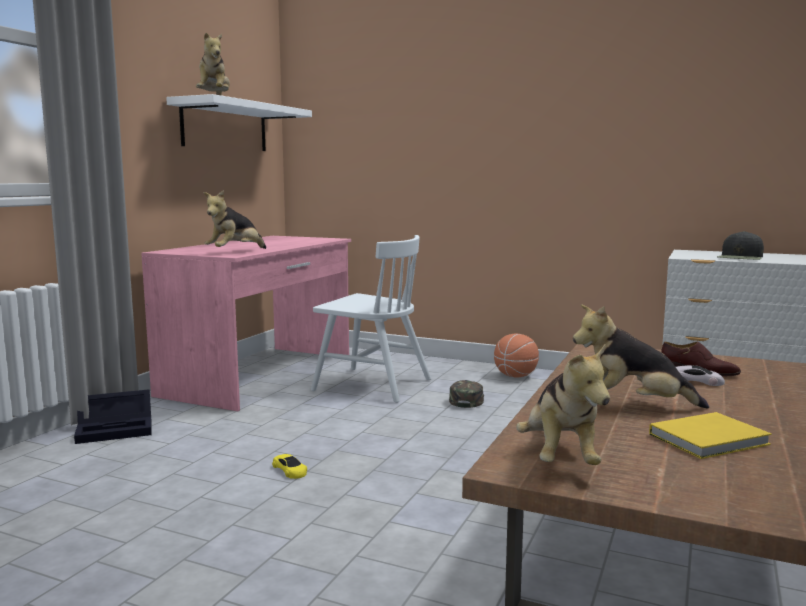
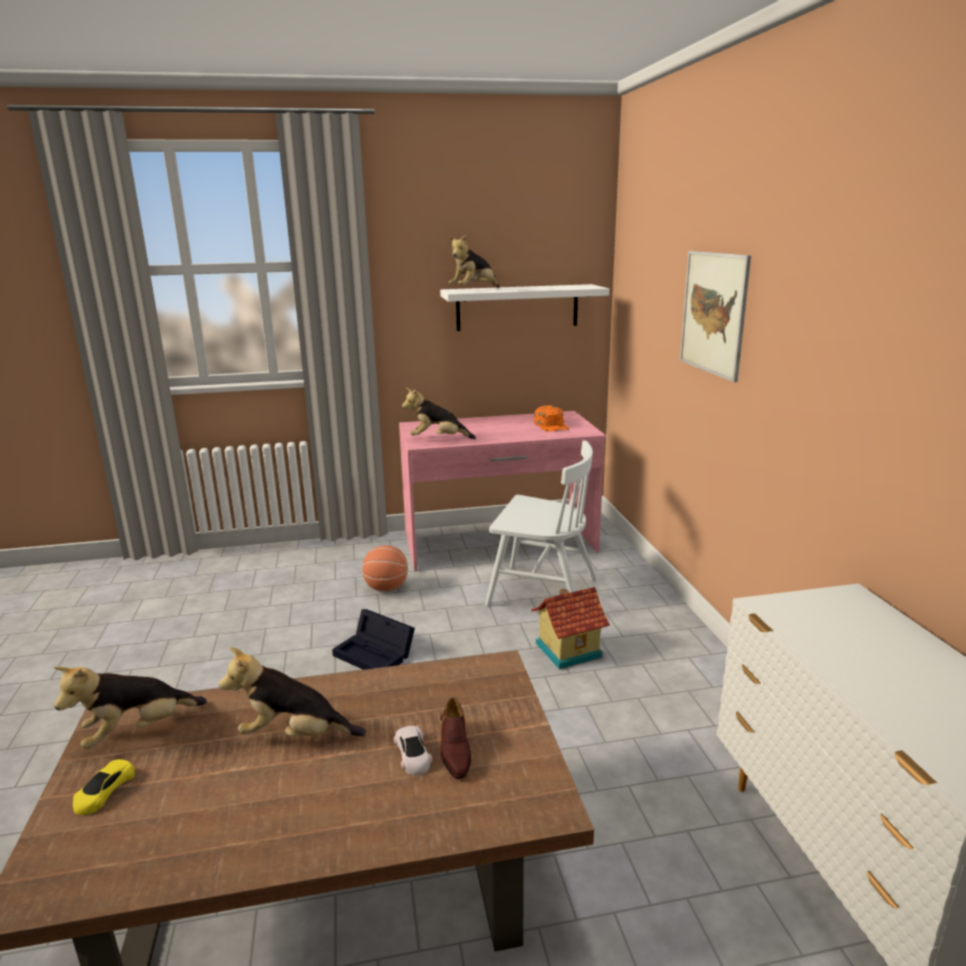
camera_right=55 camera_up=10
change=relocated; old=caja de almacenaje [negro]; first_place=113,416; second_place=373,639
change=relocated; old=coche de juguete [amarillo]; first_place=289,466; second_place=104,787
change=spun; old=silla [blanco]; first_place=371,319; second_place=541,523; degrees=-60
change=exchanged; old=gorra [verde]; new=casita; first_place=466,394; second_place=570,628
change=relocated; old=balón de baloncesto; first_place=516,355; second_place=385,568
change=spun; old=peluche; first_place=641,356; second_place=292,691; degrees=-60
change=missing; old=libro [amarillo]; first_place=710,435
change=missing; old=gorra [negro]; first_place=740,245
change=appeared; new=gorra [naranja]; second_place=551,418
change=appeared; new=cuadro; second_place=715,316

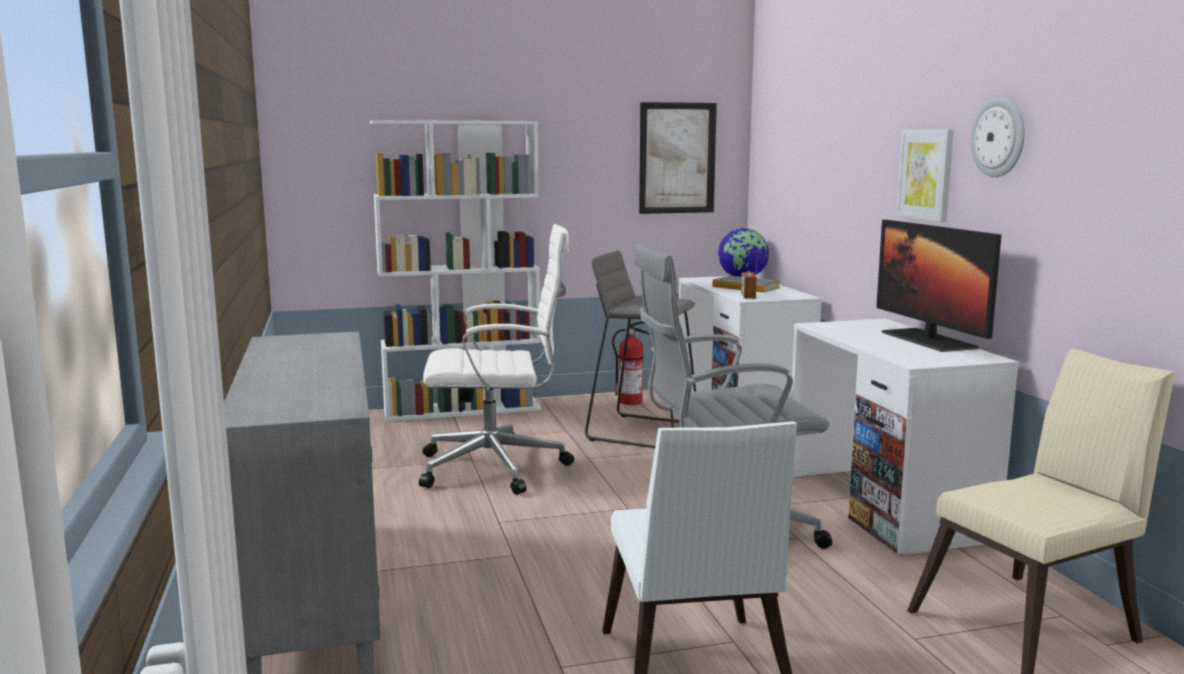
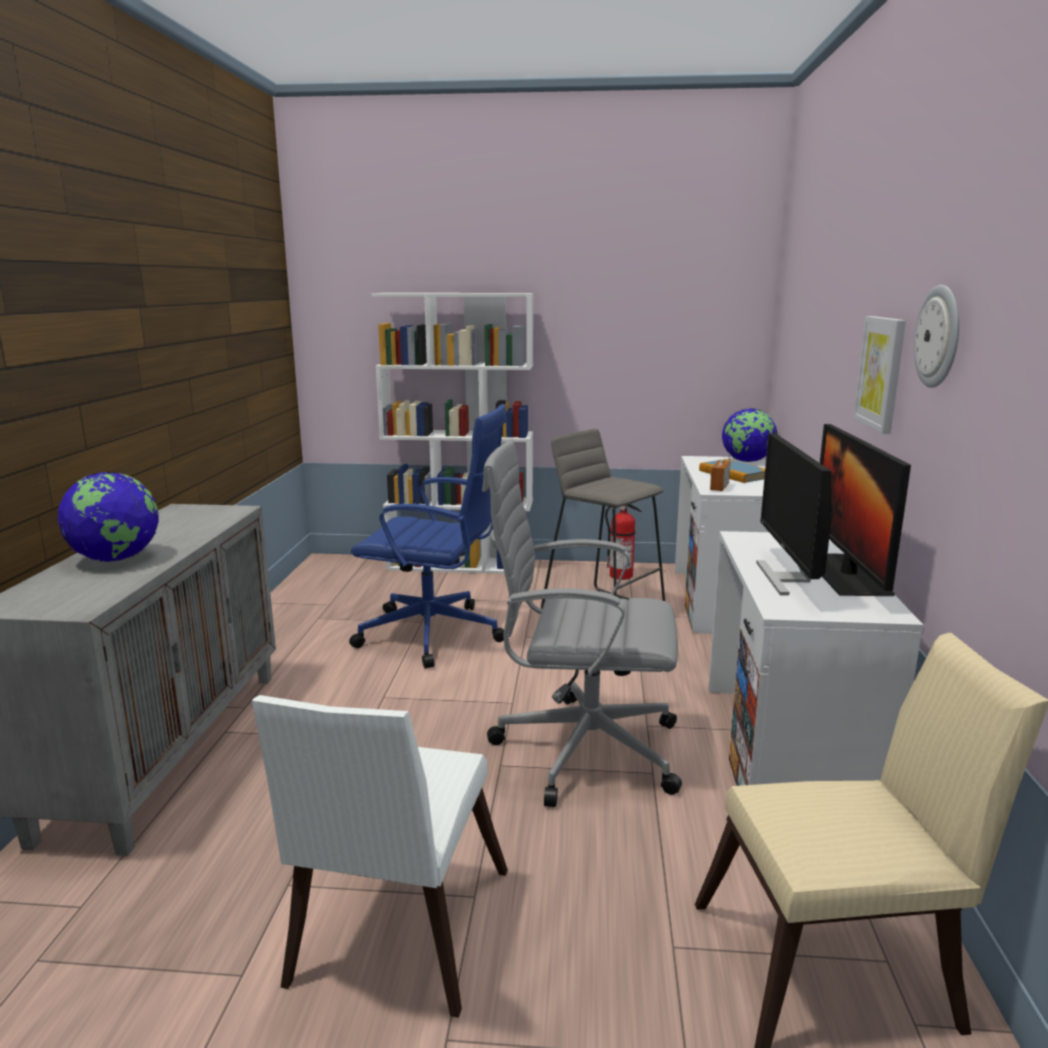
camera_right=20 camera_up=5
change=colour; old=silla de oficina [blanco]; new=silla de oficina [azul]; first_place=496,359; second_place=428,536
change=missing; old=cuadro; first_place=678,158
change=appeared; new=globo terráqueo; second_place=108,517
change=appeared; new=monitor; second_place=793,514

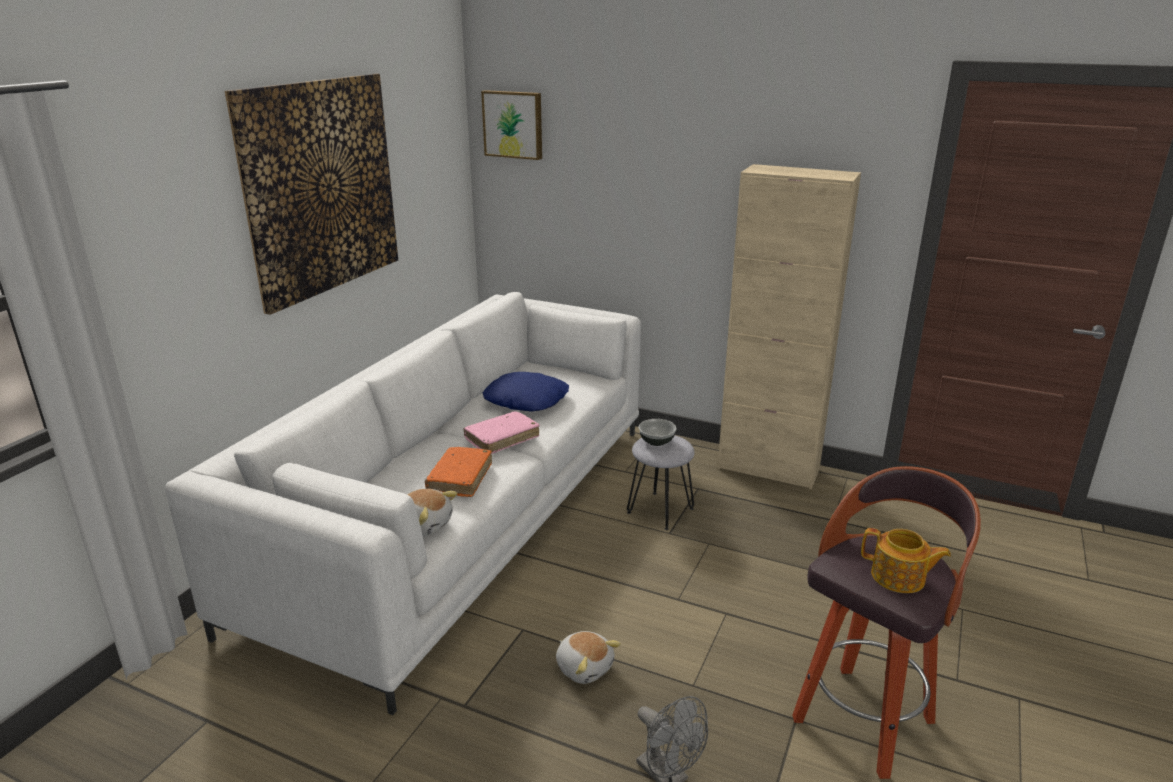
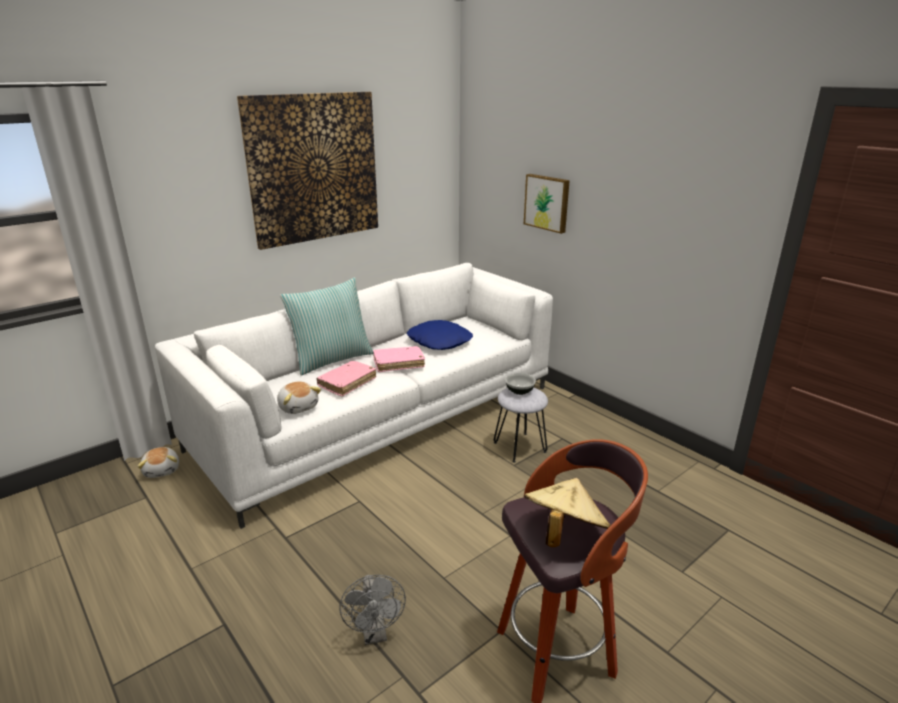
camera_right=25 camera_up=0
change=colour; old=libro [naranja]; new=libro [rosa]; first_place=458,472; second_place=346,378
change=relocated; old=cuadro; first_place=511,125; second_place=547,204
change=relocated; old=peluche; first_place=588,657; second_place=158,462
change=missing; old=armario [beis]; first_place=789,326
change=exchanged; old=tetera; new=sombrero [beis]; first_place=906,560; second_place=567,512
change=appeared; new=cojín; second_place=326,326

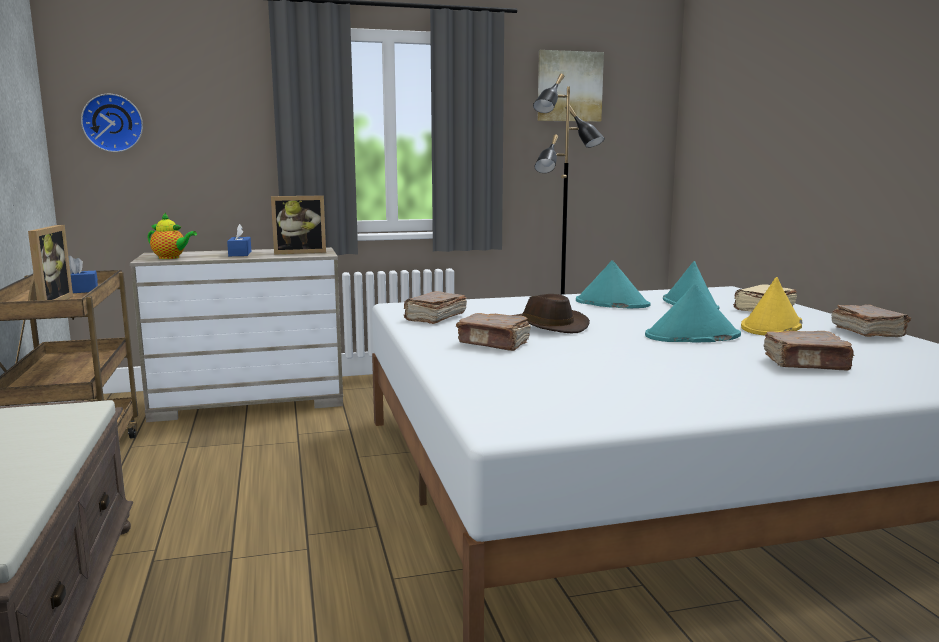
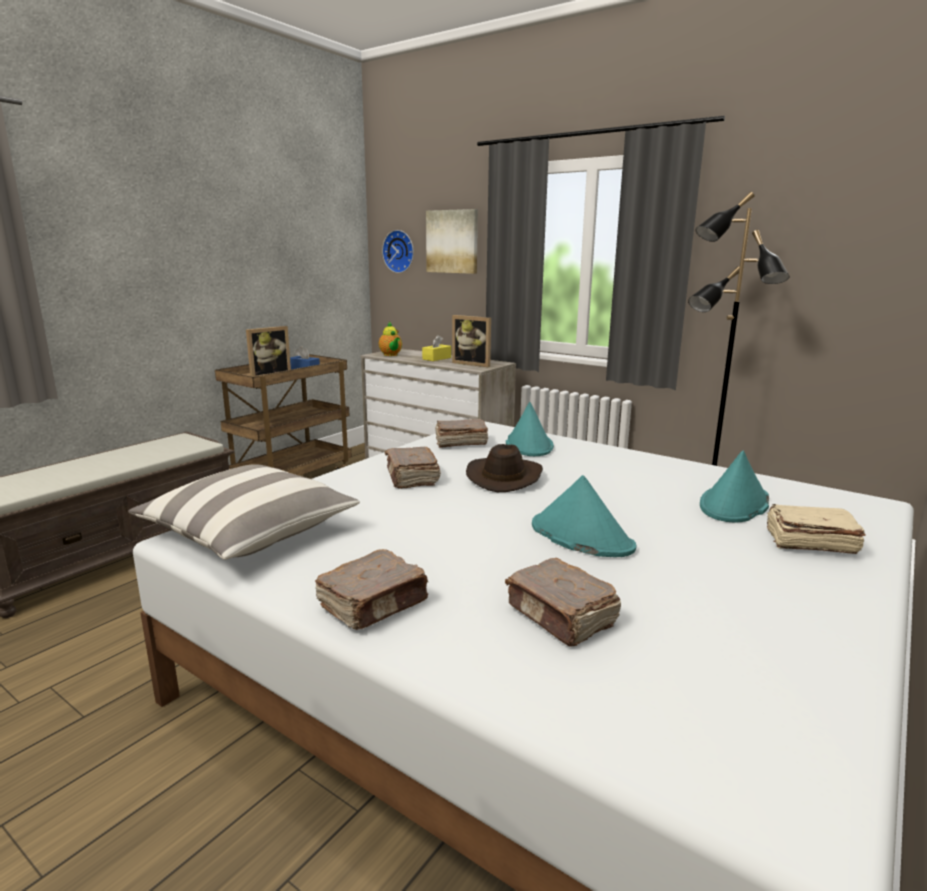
camera_right=50 camera_up=5
change=colour; old=caja de pañuelos [azul]; new=caja de pañuelos [amarillo]; first_place=239,240; second_place=436,348
change=relocated; old=cuadro; first_place=570,86; second_place=452,241
change=relocated; old=sombrero [turquesa]; first_place=613,284; second_place=530,429
change=missing; old=sombrero [amarillo]; first_place=771,306
change=relocated; old=libro [marrón]; first_place=871,320; second_place=371,589
change=appeared; new=cojín; second_place=244,512

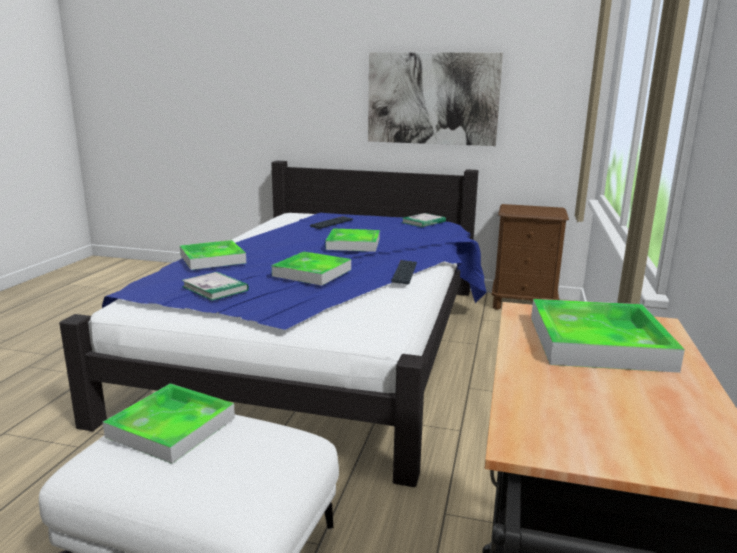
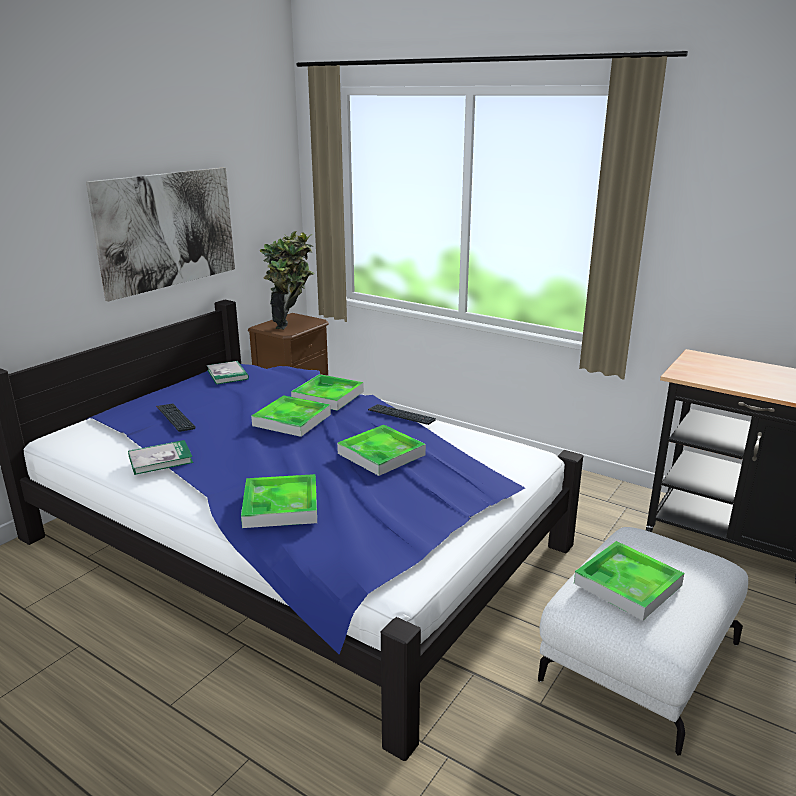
camera_right=-70 camera_up=5
change=relocated; old=libro; first_place=215,286; second_place=160,457
change=relocated; old=bandeja; first_place=608,336; second_place=327,392
change=appeared; new=planta en maceta; second_place=287,280

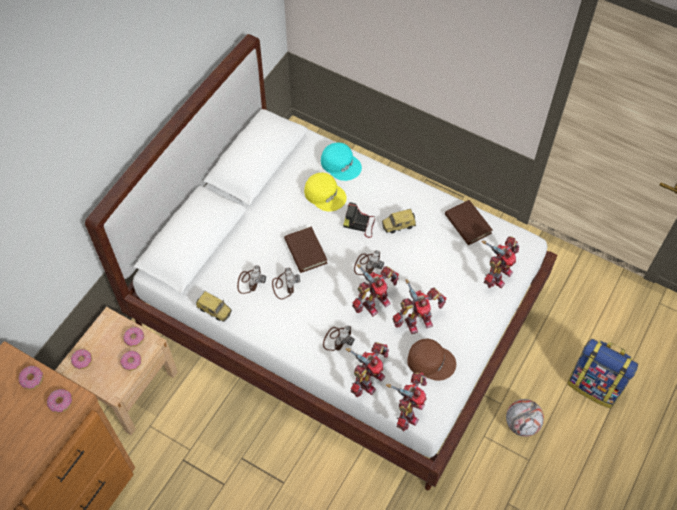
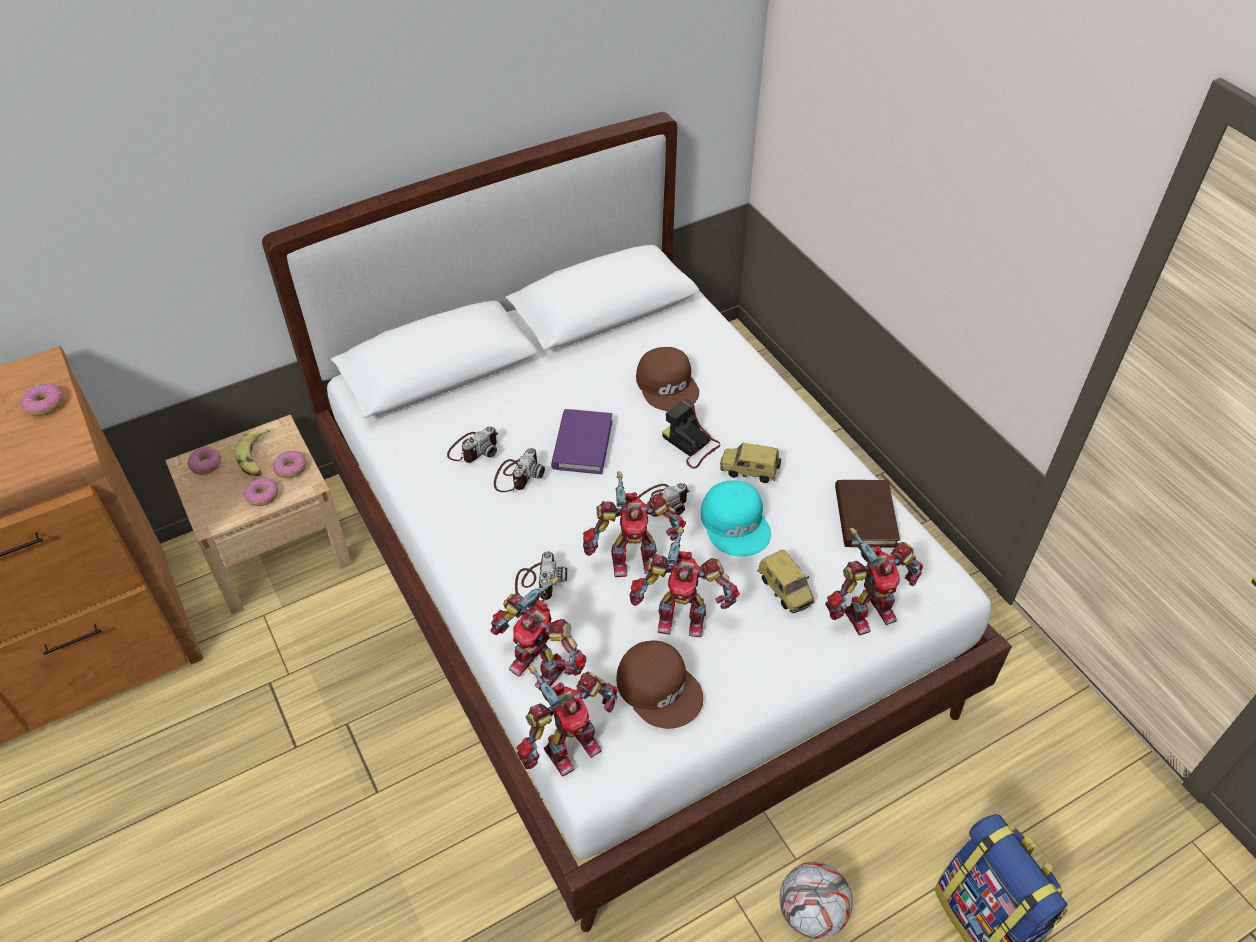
camera_right=30 camera_up=-10
change=missing; old=rosquilla; first_place=59,401
change=relocated; old=coche de juguete; first_place=214,306; second_place=785,581
change=colour; old=libro [marrón]; new=libro [morado]; first_place=306,250; second_place=581,441
change=colour; old=gorra [amarillo]; new=gorra [marrón]; first_place=325,192; second_place=667,379
change=relocated; old=gorra [turquesa]; first_place=341,162; second_place=736,518
change=spun; old=cámara; first_place=339,338; second_place=541,576; degrees=-60
change=spun; old=robot de juguete; first_place=367,369; second_place=538,633; degrees=60
change=appeared; new=plátano; second_place=252,452

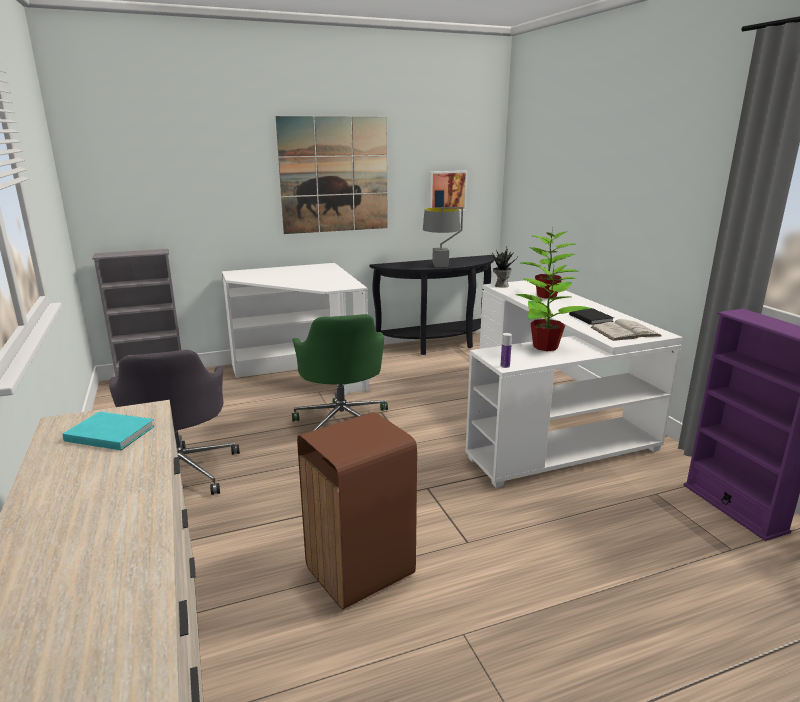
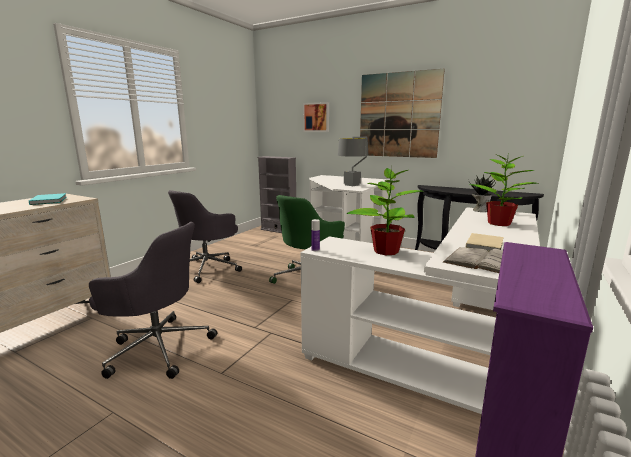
camera_right=50 camera_up=-5
change=exchanged; old=papelera [marrón]; new=silla de oficina [gris]; first_place=357,510; second_place=153,300
change=relocated; old=lámpara de mesa [gris]; first_place=443,237; second_place=353,161
change=relocated; old=cuadro; first_place=448,191; second_place=316,117
change=colour; old=libro [negro]; new=libro [beis]; first_place=591,316; second_place=485,242

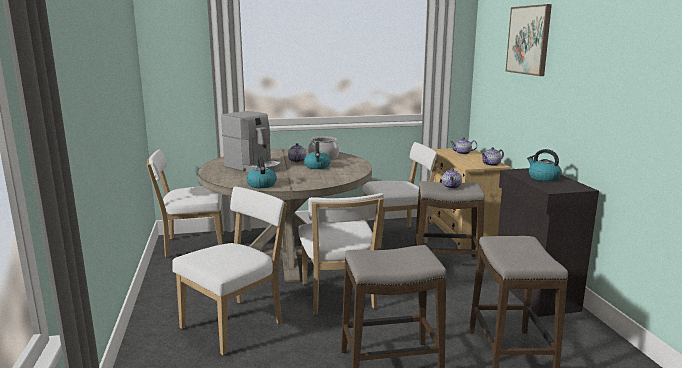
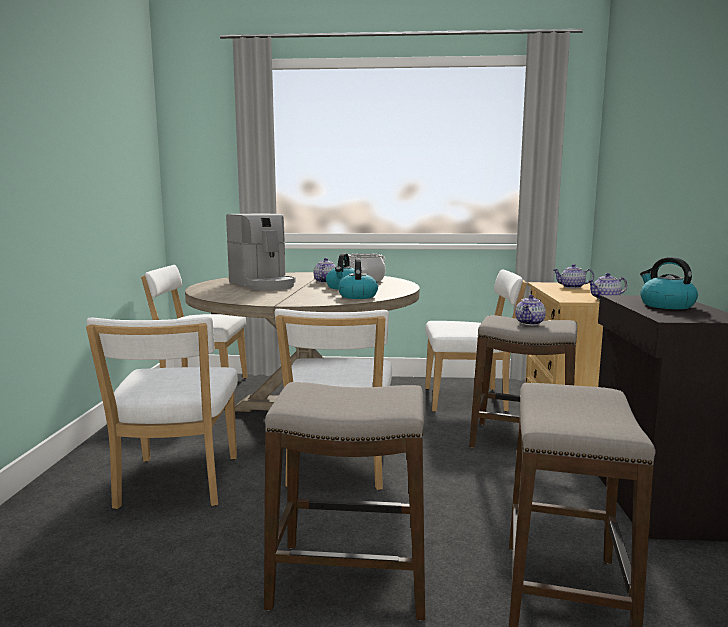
camera_right=15 camera_up=-5
change=spun; old=silla [blanco]; first_place=229,270; second_place=162,412; degrees=120
change=relocated; old=hervidor; first_place=261,172; second_place=358,278
change=missing; old=cuadro; first_place=529,40

